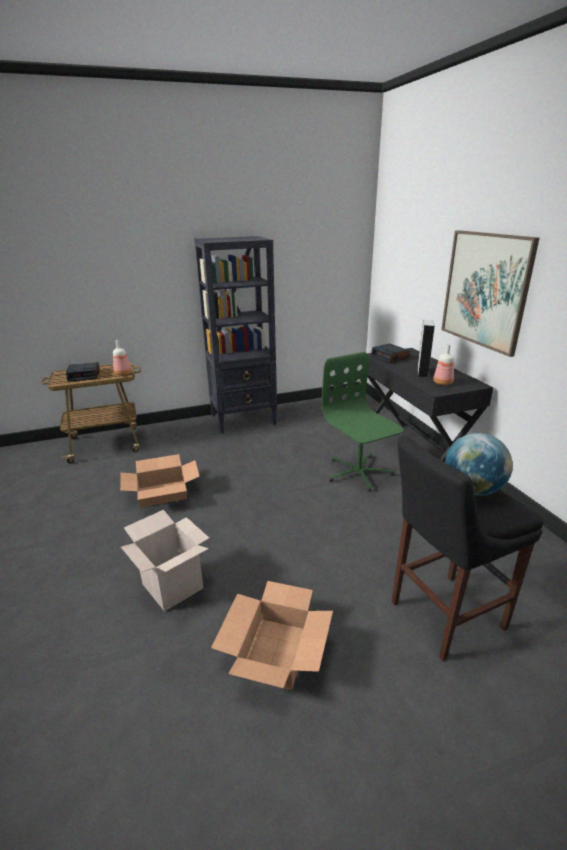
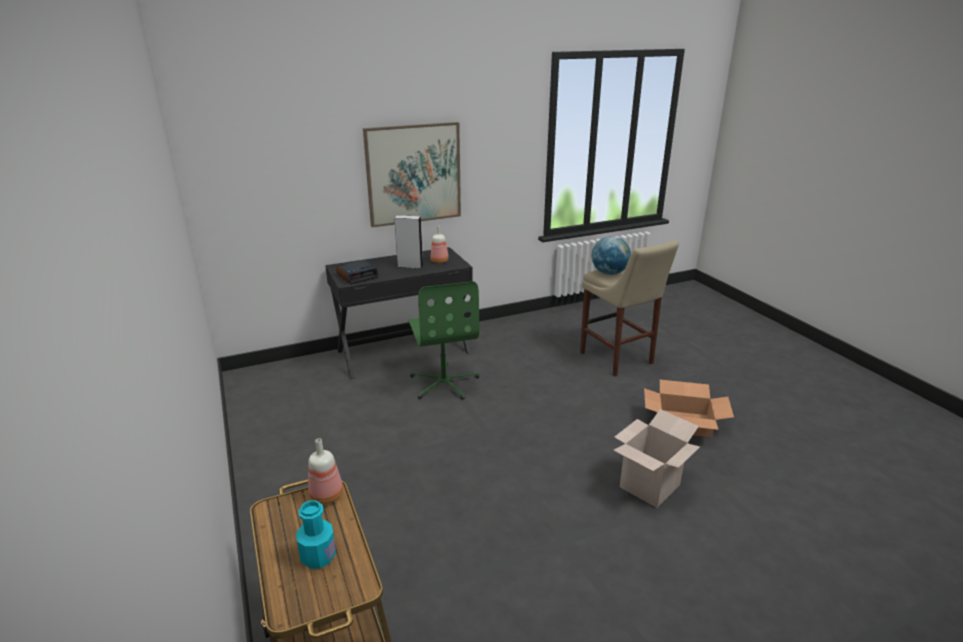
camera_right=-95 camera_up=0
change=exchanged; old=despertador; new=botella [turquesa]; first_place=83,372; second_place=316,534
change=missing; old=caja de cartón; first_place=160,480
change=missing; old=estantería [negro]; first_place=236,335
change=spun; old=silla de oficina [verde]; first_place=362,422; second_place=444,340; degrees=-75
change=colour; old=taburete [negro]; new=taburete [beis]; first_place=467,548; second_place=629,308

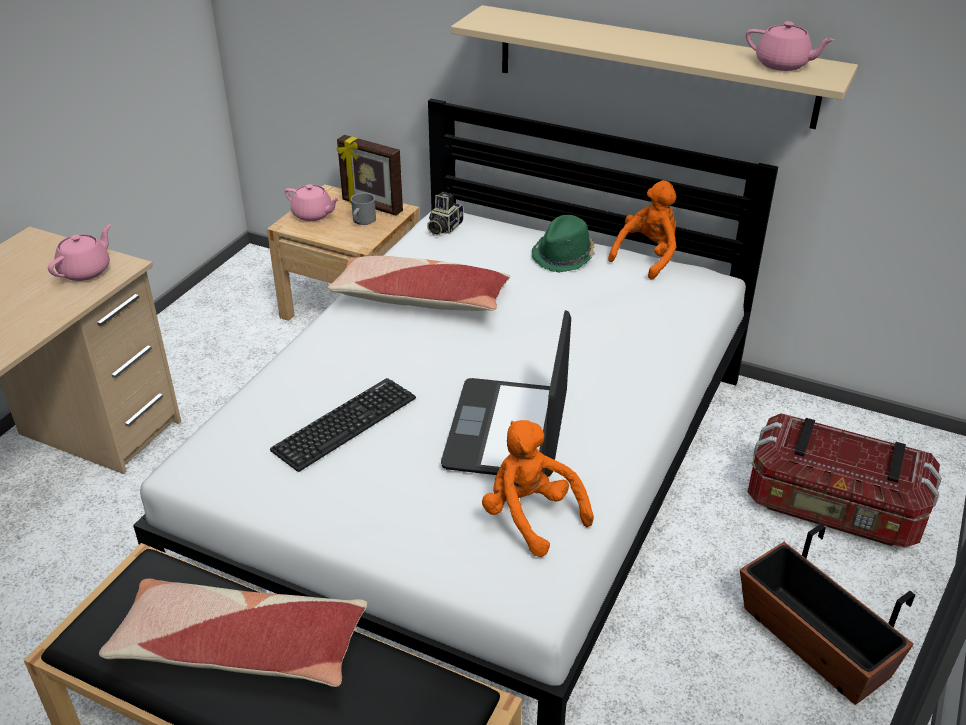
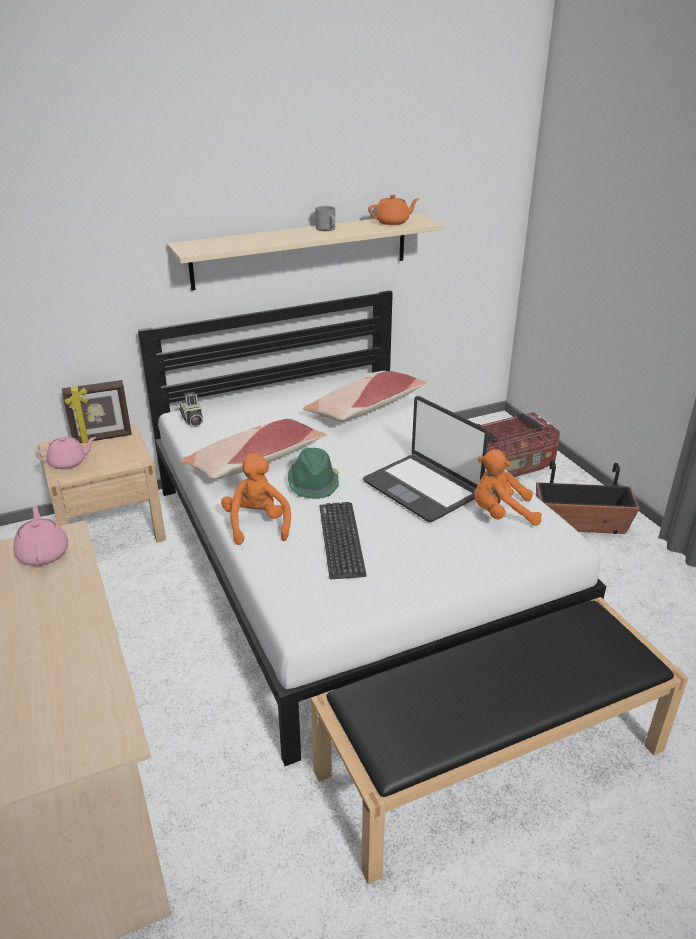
camera_right=-50 camera_up=-5
change=relocated; old=cojín; first_place=233,633; second_place=365,396
change=relocated; old=taza grande [gris]; first_place=363,208; second_place=325,218
change=relocated; old=sombrero [verde]; first_place=563,244; second_place=313,473
change=relocated; old=peluche [naranja]; first_place=642,230; second_place=256,499
change=colour; old=tetera [rosa]; new=tetera [naranja]; first_place=790,46; second_place=394,210

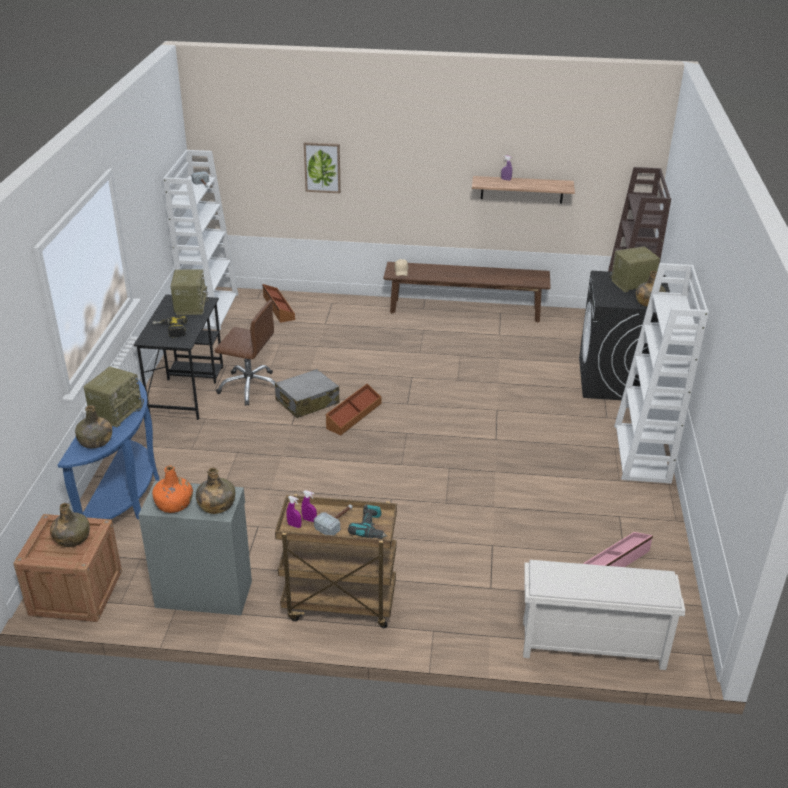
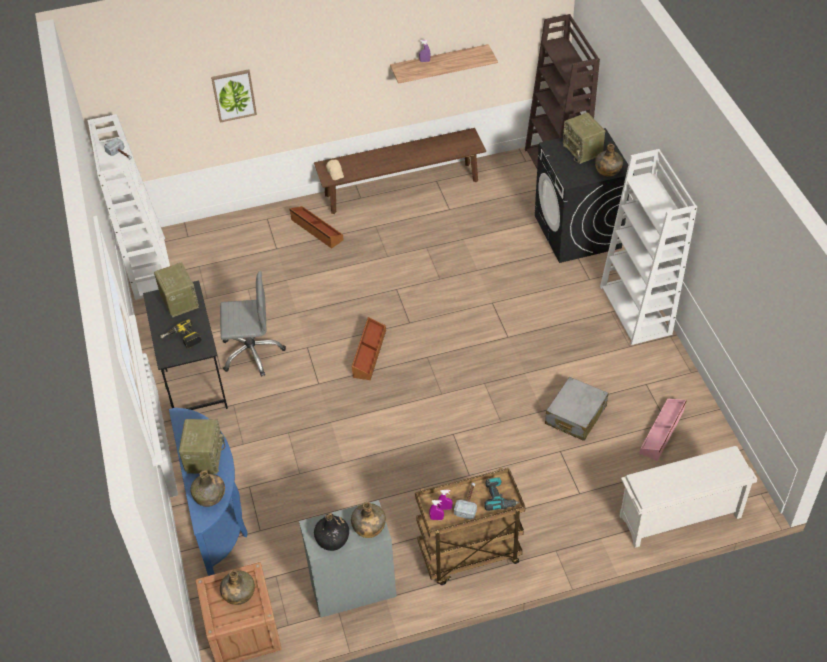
camera_right=-20 camera_up=15
change=colour; old=botella [naranja]; new=botella [negro]; first_place=172,489; second_place=331,532
change=colour; old=silla de oficina [marrón]; new=silla de oficina [gris]; first_place=245,353; second_place=253,324
change=relocated; old=caja de almacenaje [marrón]; first_place=278,303; second_place=316,227
change=relocated; old=maleta [gris]; first_place=307,393; second_place=576,409
change=spun; old=radio; first_place=634,269; second_place=584,138; degrees=-75

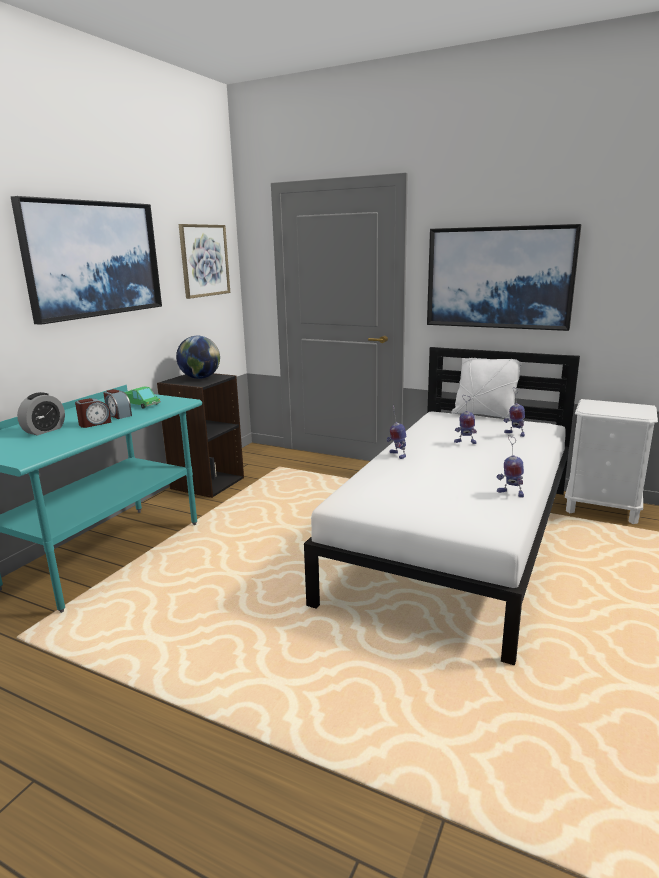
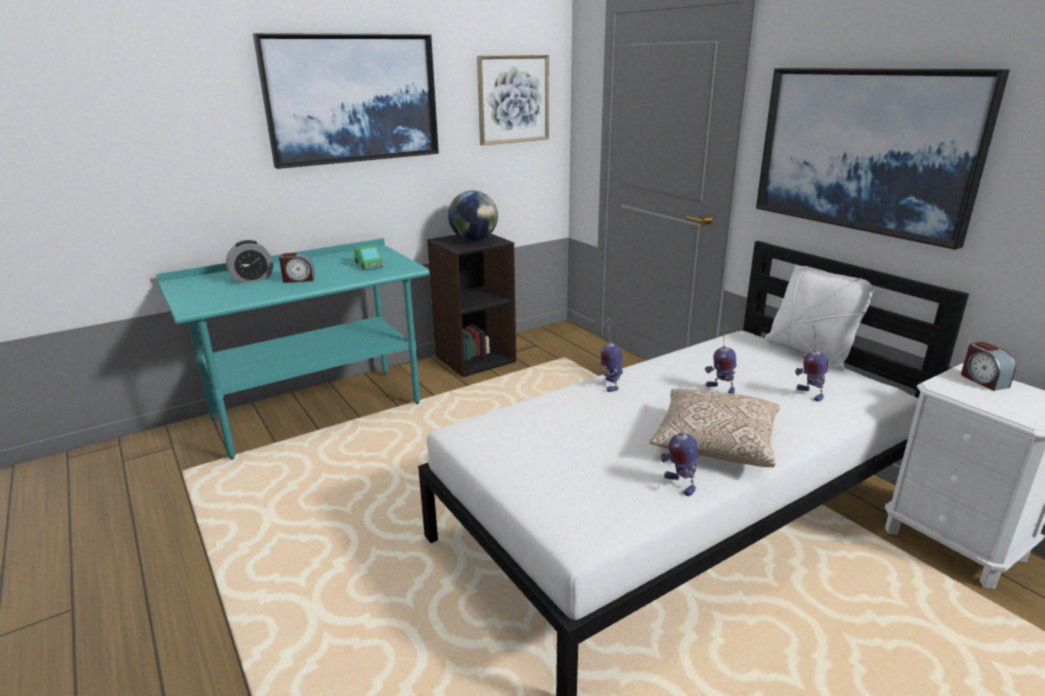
camera_right=30 camera_up=5
change=relocated; old=despertador; first_place=117,404; second_place=988,366
change=appeared; new=cojín; second_place=714,428

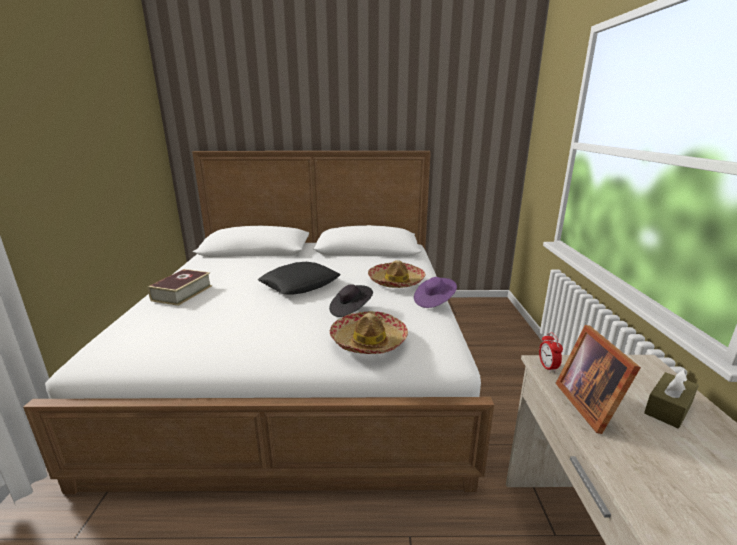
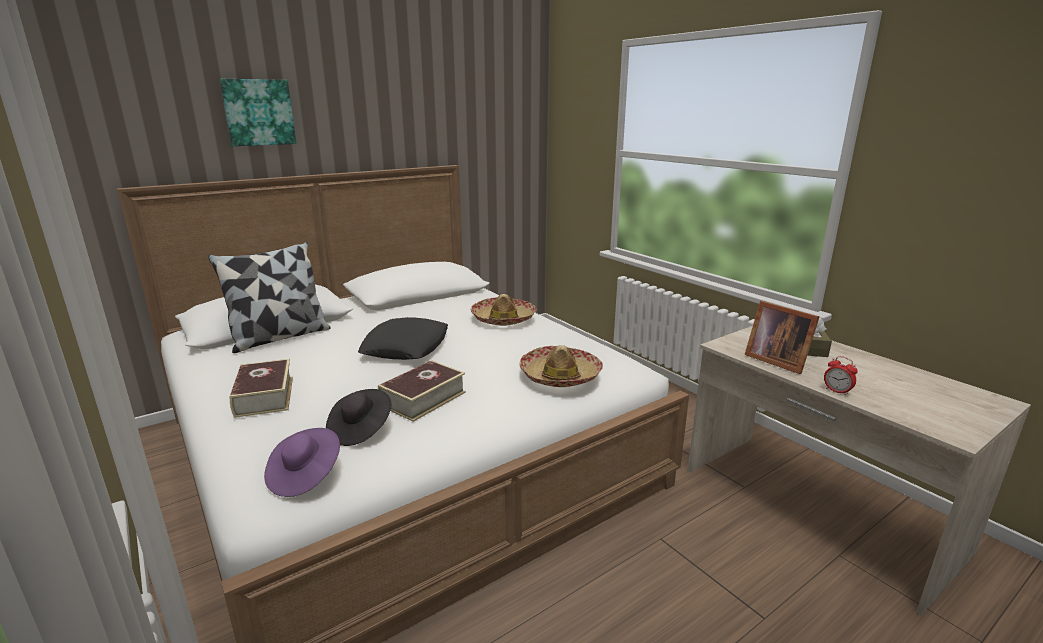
camera_right=-35 camera_up=0
change=relocated; old=sombrero [negro]; first_place=351,300; second_place=358,417
change=relocated; old=sombrero [morado]; first_place=435,292; second_place=302,462
change=relocated; old=despertador; first_place=551,352; second_place=841,376
change=appeared; new=cojín; second_place=269,297
change=appeared; new=cuadro; second_place=257,112
change=appeared; new=libro; second_place=422,391

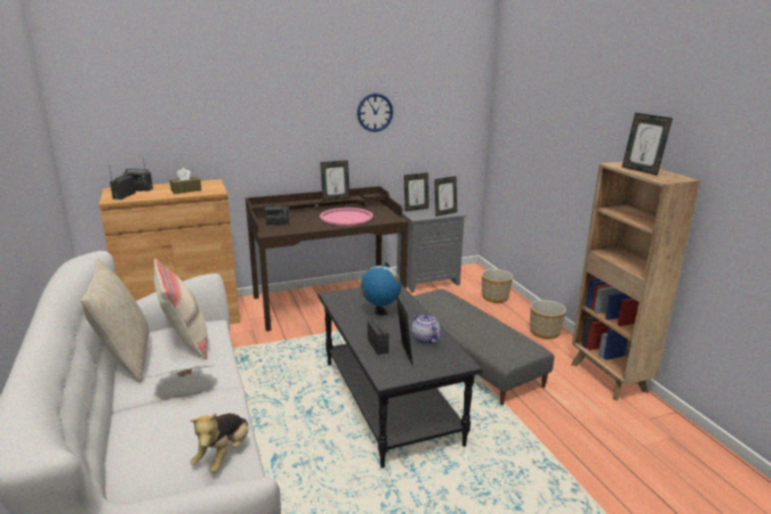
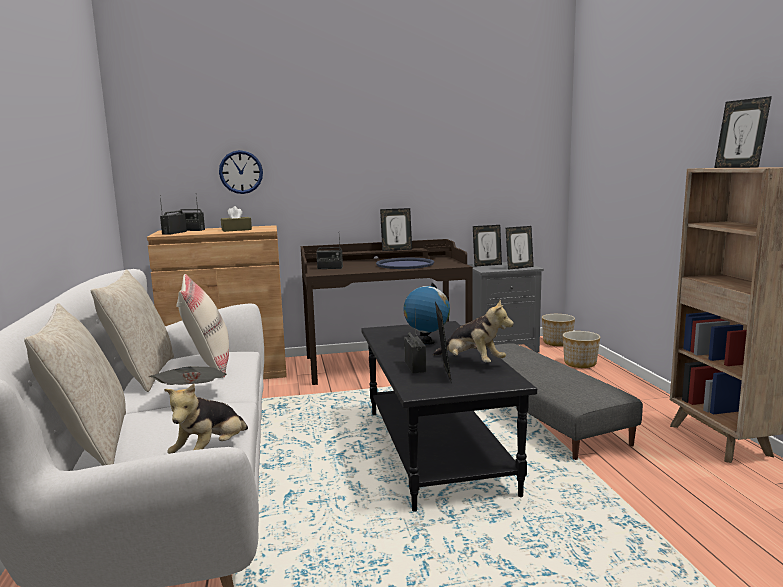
camera_right=10 camera_up=-10
change=colour; old=bandeja [rosa]; new=bandeja [azul]; first_place=346,217; second_place=405,263
change=relocated; old=reloj de pared; first_place=375,112; second_place=241,172
change=exchanged; old=tetera; new=peluche; first_place=425,328; second_place=473,331
change=relocated; old=maceta; first_place=548,319; second_place=558,330
change=appeared; new=cojín [beis]; second_place=75,384

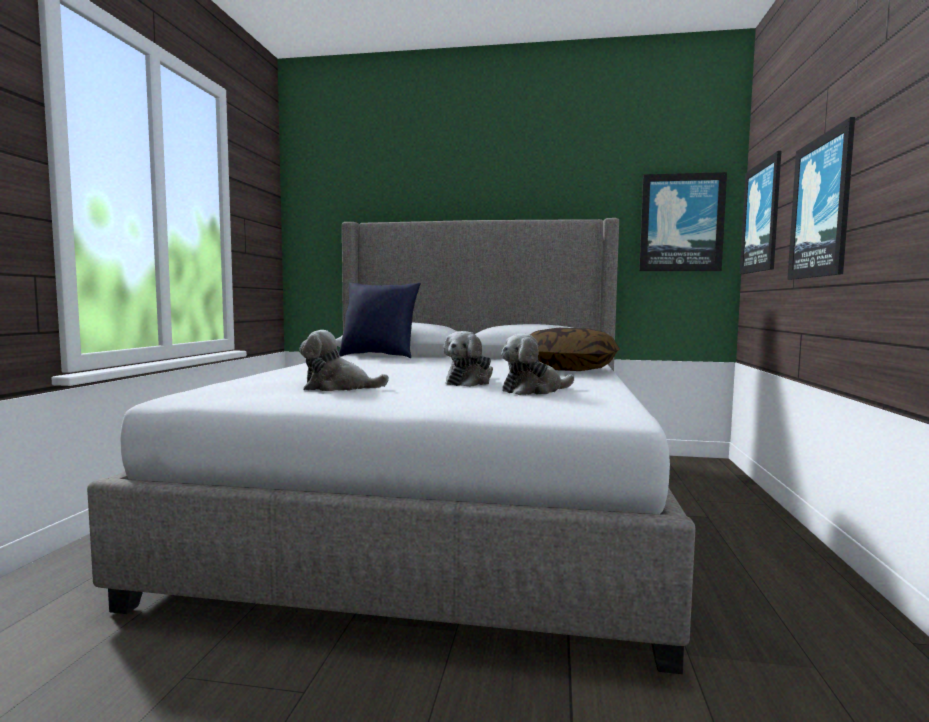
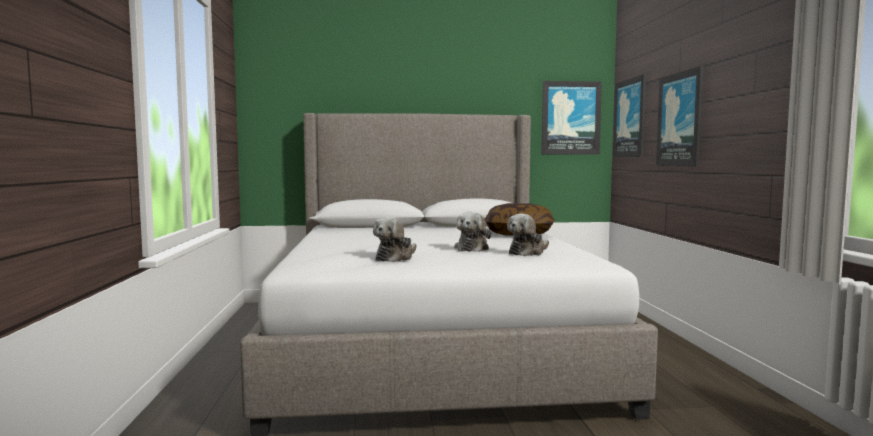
camera_right=-15 camera_up=0
change=spun; old=peluche; first_place=344,360; second_place=394,239; degrees=-45
change=missing; old=cojín [azul]; first_place=380,320

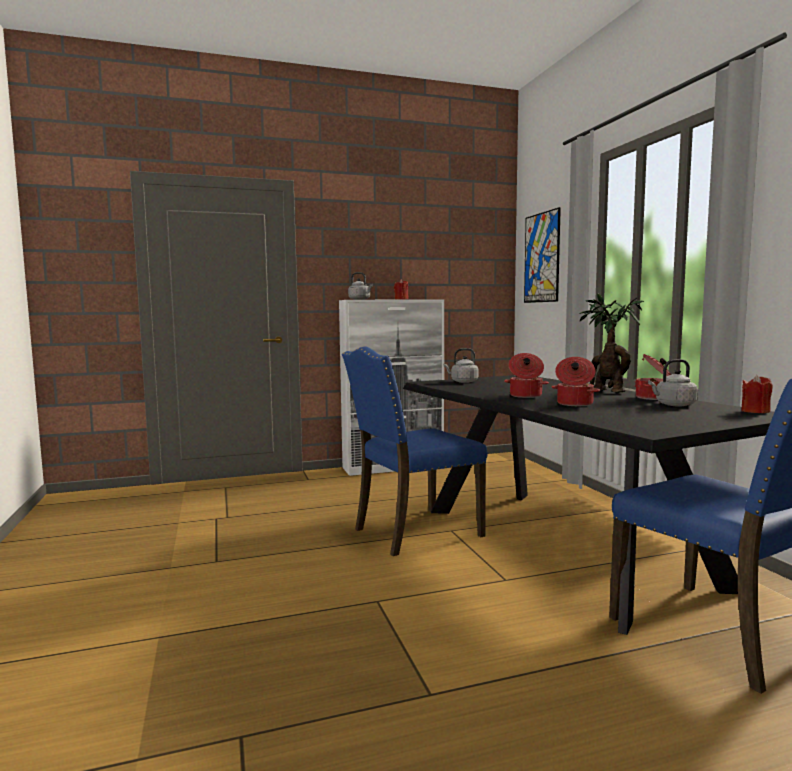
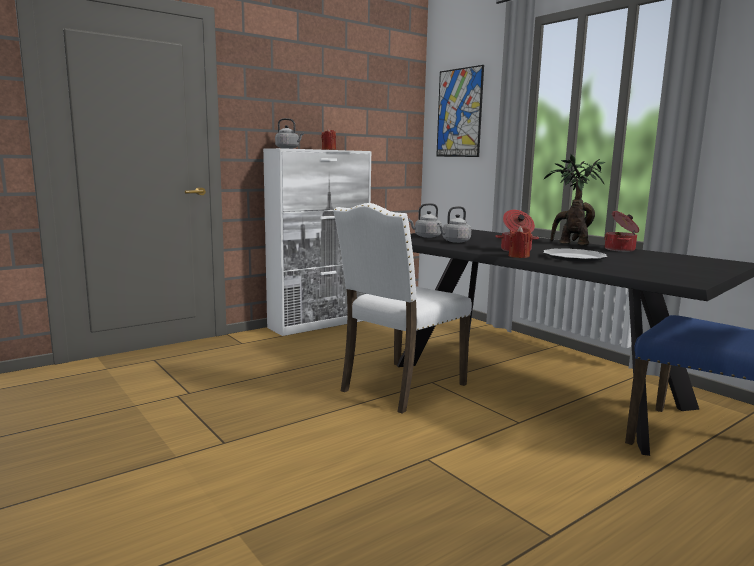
camera_right=-20 camera_up=5
change=colour; old=silla [azul]; new=silla [blanco]; first_place=414,451; second_place=402,308
change=exchanged; old=olla; new=plato; first_place=576,381; second_place=575,255
change=relocated; old=hervidor [gris]; first_place=673,382; second_place=454,224
change=relocated; old=vela [rojo]; first_place=757,394; second_place=520,242

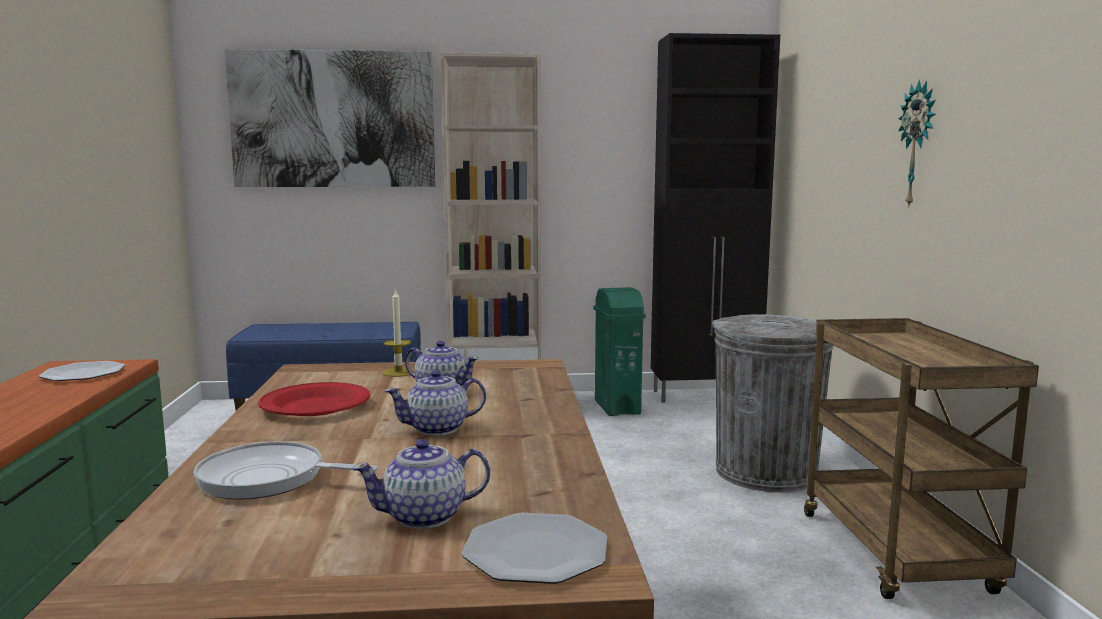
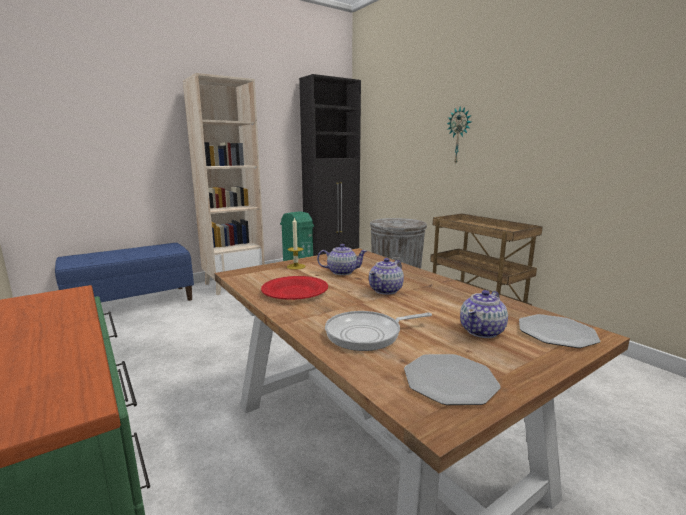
camera_right=-30 camera_up=5
change=relocated; old=plato; first_place=82,371; second_place=452,379
change=missing; old=cuadro; first_place=329,118

